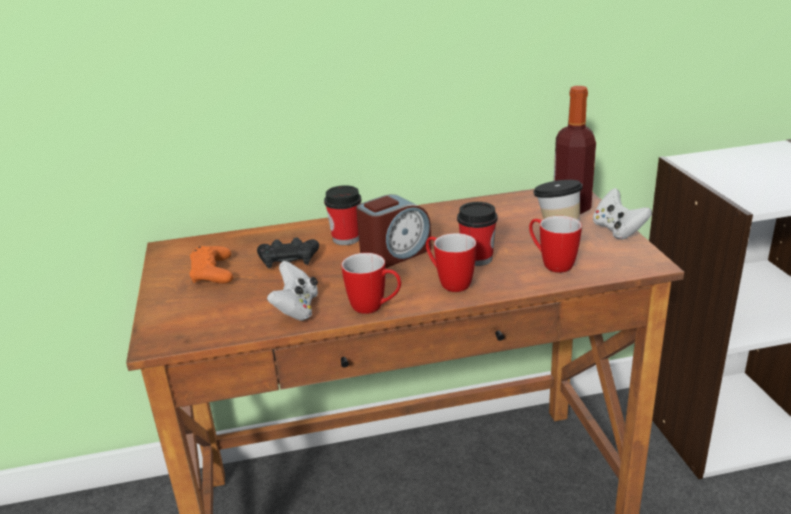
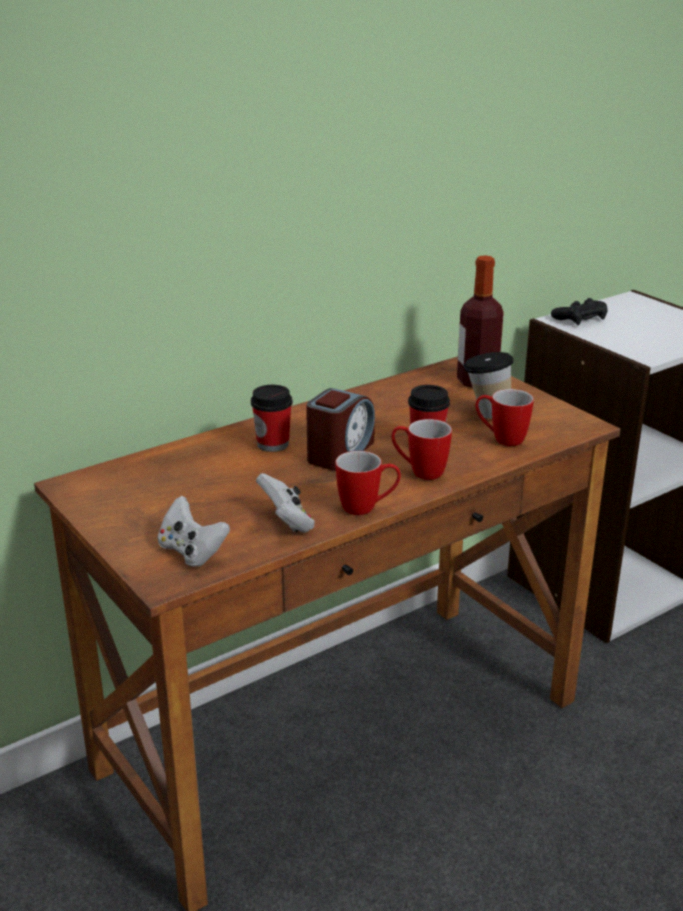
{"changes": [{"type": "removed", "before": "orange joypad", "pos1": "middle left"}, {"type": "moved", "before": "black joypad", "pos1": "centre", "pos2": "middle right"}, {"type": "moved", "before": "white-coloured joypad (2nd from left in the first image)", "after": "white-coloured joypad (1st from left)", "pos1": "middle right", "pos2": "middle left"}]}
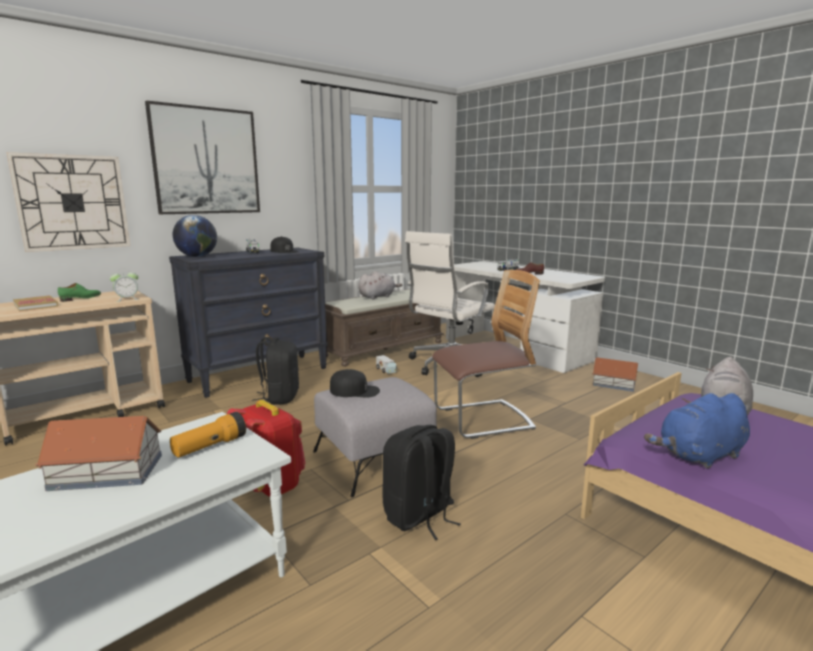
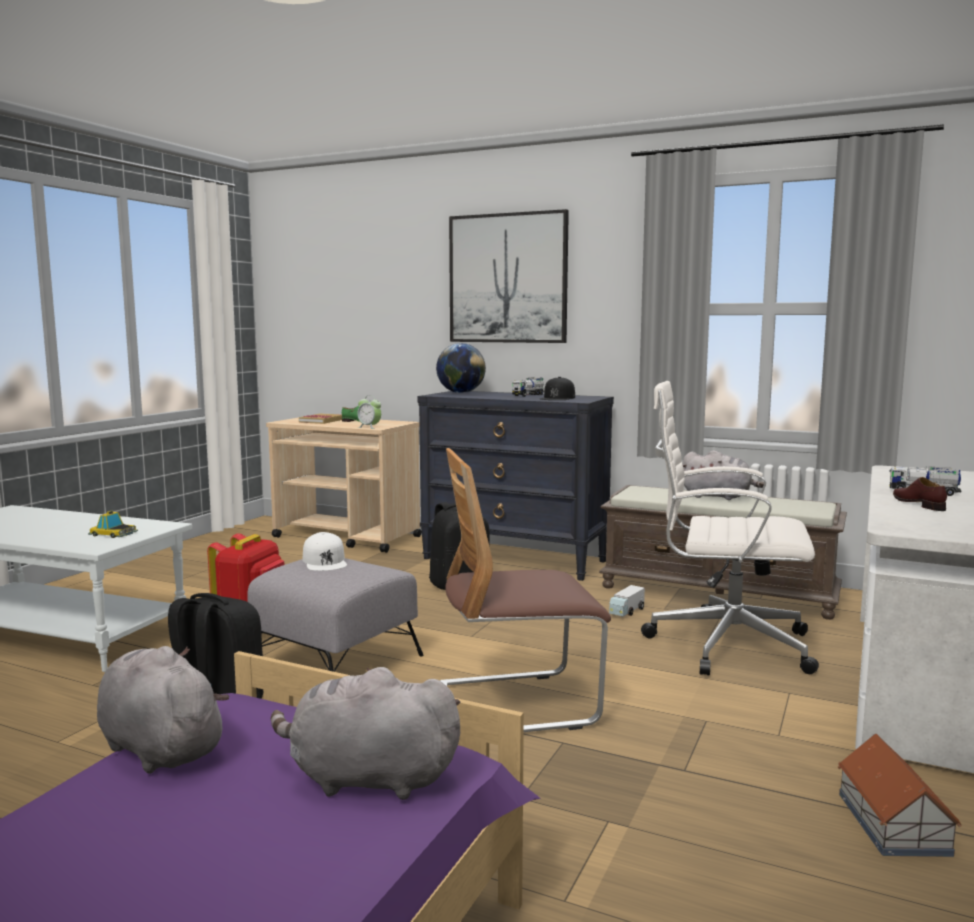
{"changes": [{"type": "removed", "before": "hanging clock", "pos1": "top left"}, {"type": "removed", "before": "toy house (1st from left)", "pos1": "bottom left"}, {"type": "replaced", "before": "flashlight", "after": "toy car", "pos1": "bottom left", "pos2": "middle left"}, {"type": "recoloured", "before": "black peaked cap (2nd from left)", "after": "white-coloured peaked cap", "pos1": "centre", "pos2": "centre"}, {"type": "turned", "before": "plain chair", "pos1": "centre", "pos2": "centre", "turn": 120}, {"type": "recoloured", "before": "blue-coloured soft toy", "after": "gray soft toy (1st from left)", "pos1": "middle right", "pos2": "bottom left"}]}
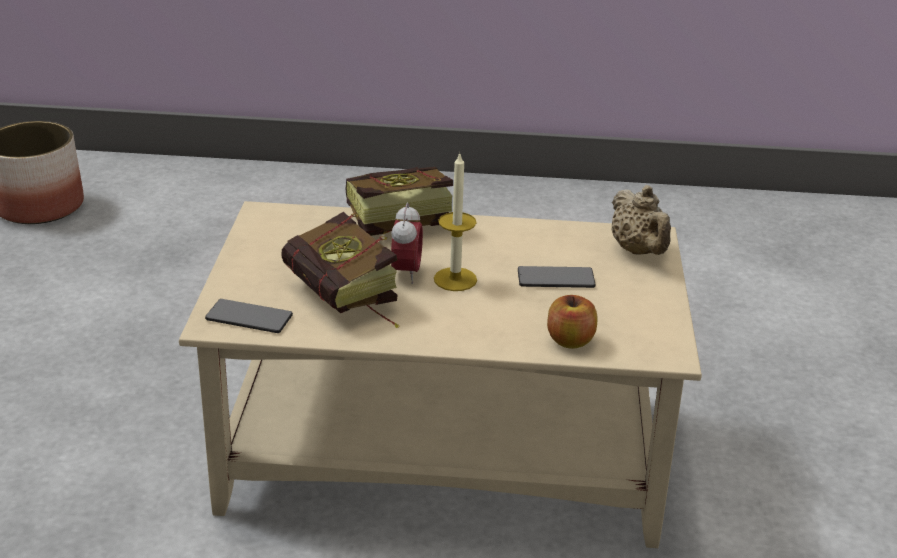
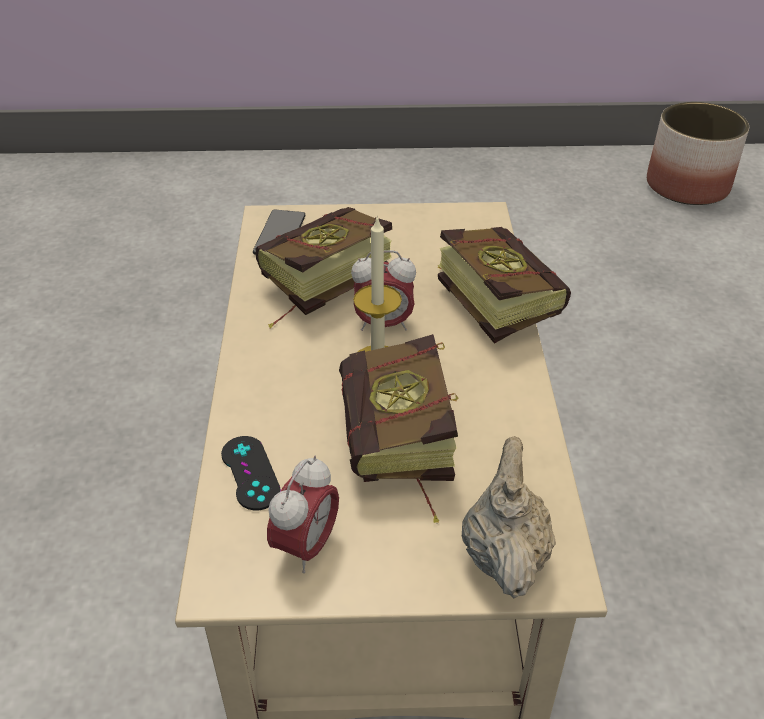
{"changes": [{"type": "replaced", "before": "handset (2nd from left)", "after": "volume (2nd from left)", "pos1": "centre", "pos2": "centre"}, {"type": "replaced", "before": "apple", "after": "black joypad", "pos1": "centre", "pos2": "middle left"}, {"type": "turned", "before": "sand-coloured pot for tea", "pos1": "middle right", "pos2": "bottom centre", "turn": 120}, {"type": "added", "after": "alarm clock (1st from left)", "pos2": "bottom centre"}]}
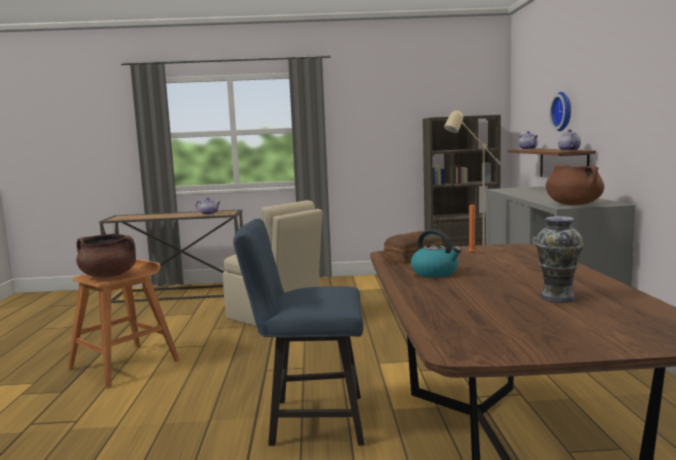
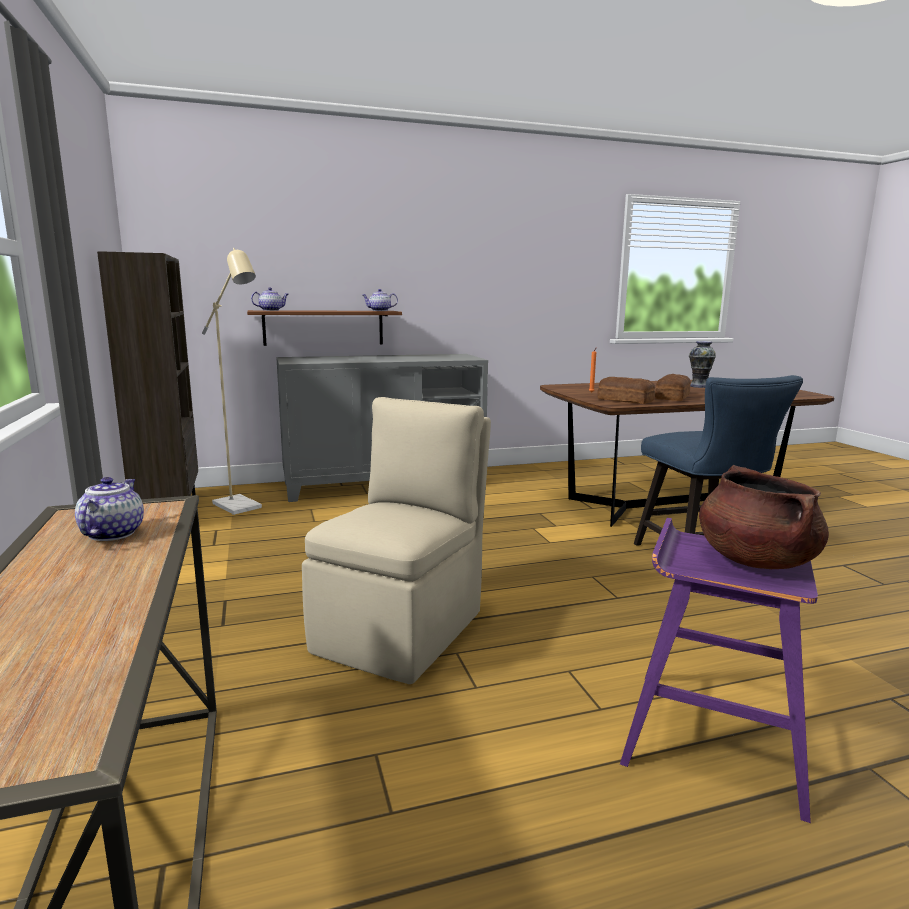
{"changes": [{"type": "recoloured", "before": "brown-coloured stool seat", "after": "purplish stool seat", "pos1": "bottom left", "pos2": "bottom right"}, {"type": "replaced", "before": "water kettle", "after": "baked bread (2nd from left)", "pos1": "centre", "pos2": "middle right"}, {"type": "removed", "before": "brown-coloured saucepot (2nd from left)", "pos1": "middle right"}, {"type": "removed", "before": "hanging clock", "pos1": "top right"}]}
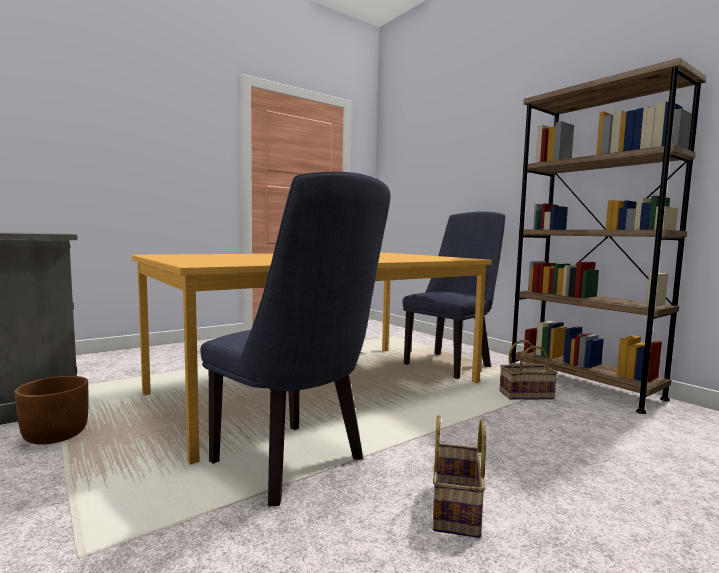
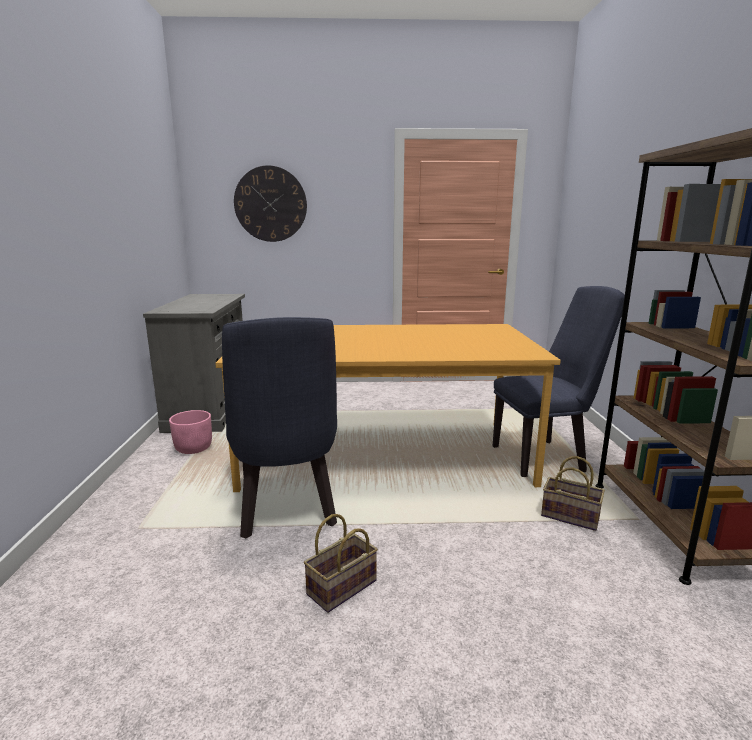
{"changes": [{"type": "recoloured", "before": "brown-coloured flower pot", "after": "pinkish flower pot", "pos1": "bottom left", "pos2": "middle left"}, {"type": "added", "after": "hanging clock", "pos2": "top centre"}]}
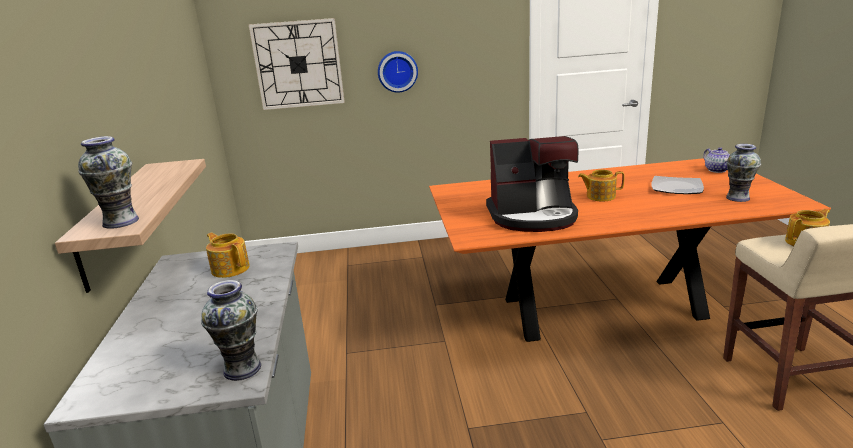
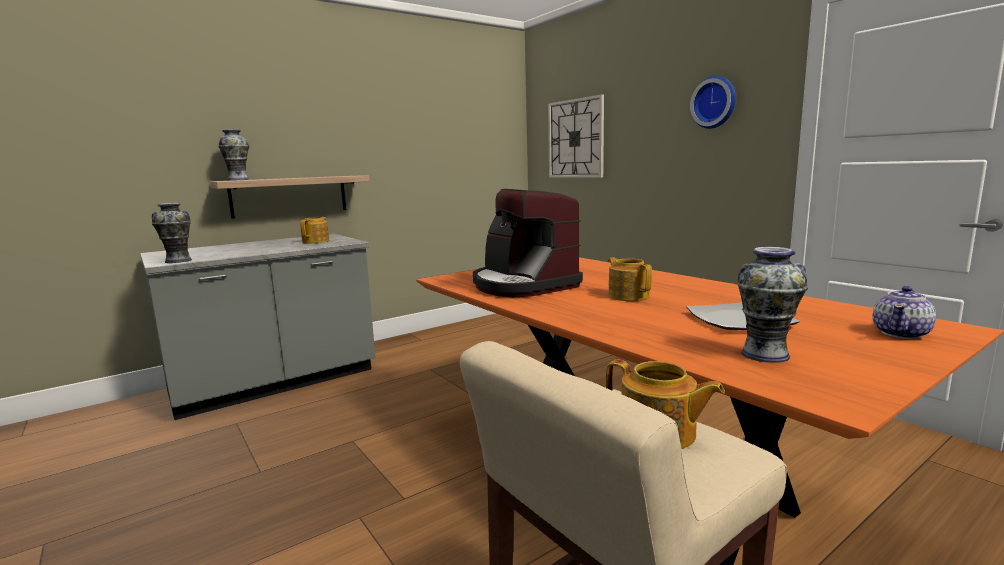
{"changes": [{"type": "moved", "before": "hanging clock (2nd from left)", "pos1": "top centre", "pos2": "top right"}]}
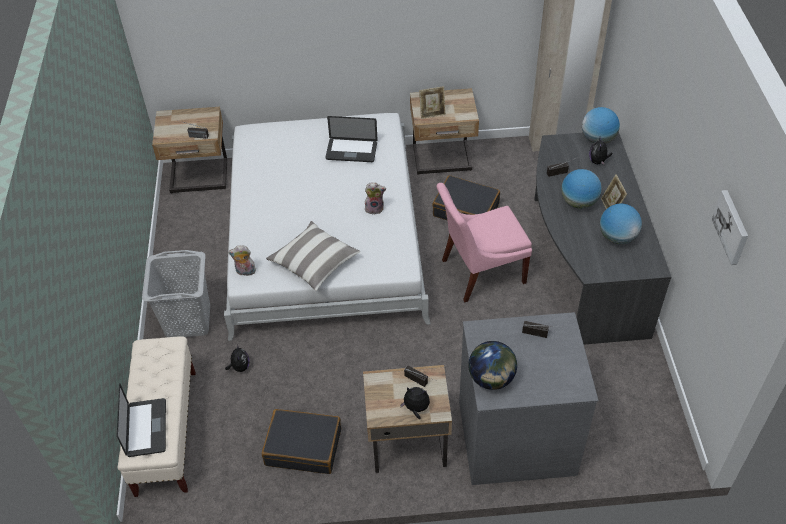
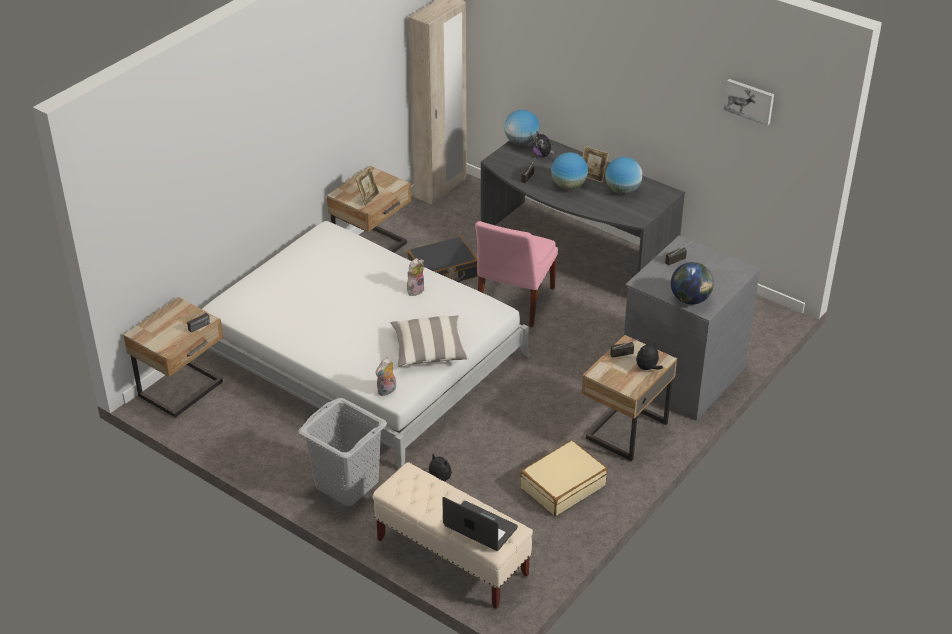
{"changes": [{"type": "recoloured", "before": "black piece of luggage (1st from left)", "after": "sand-coloured piece of luggage", "pos1": "bottom centre", "pos2": "bottom centre"}, {"type": "removed", "before": "laptop (2nd from left)", "pos1": "top centre"}]}
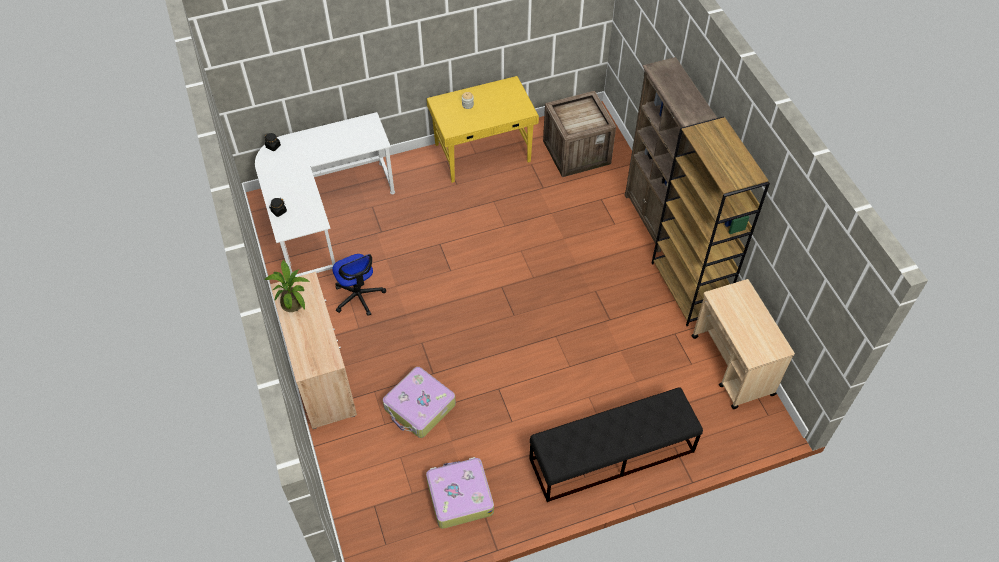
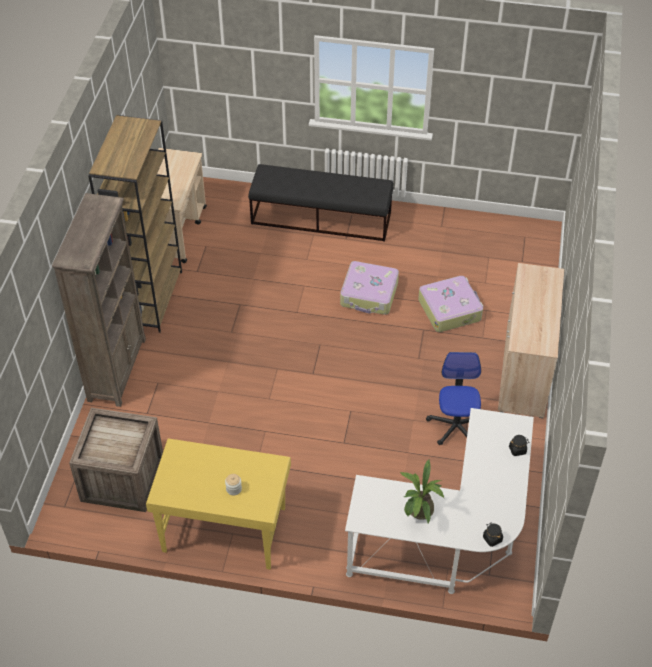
{"changes": [{"type": "moved", "before": "potted plant", "pos1": "middle left", "pos2": "bottom centre"}, {"type": "moved", "before": "piece of luggage (2nd from left in the first image)", "after": "piece of luggage (1st from left)", "pos1": "bottom centre", "pos2": "centre"}]}
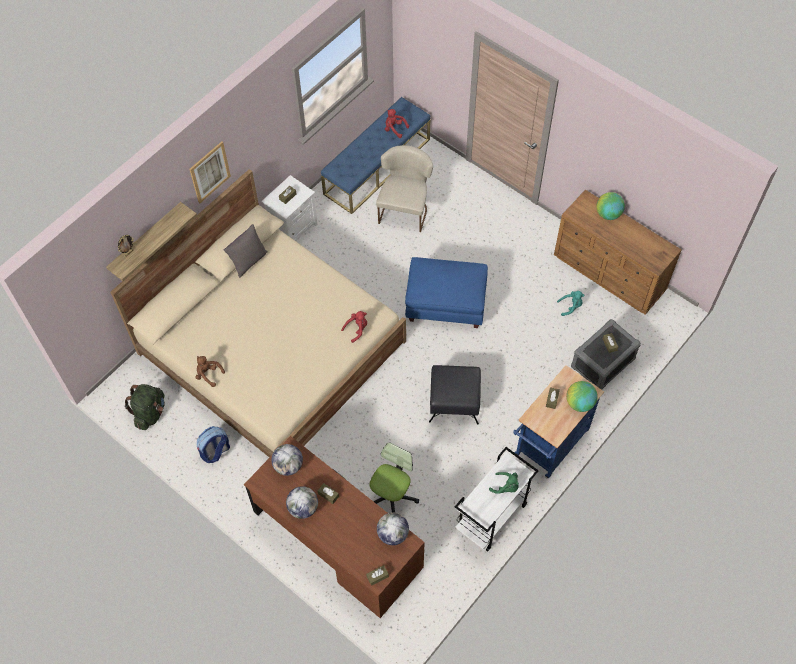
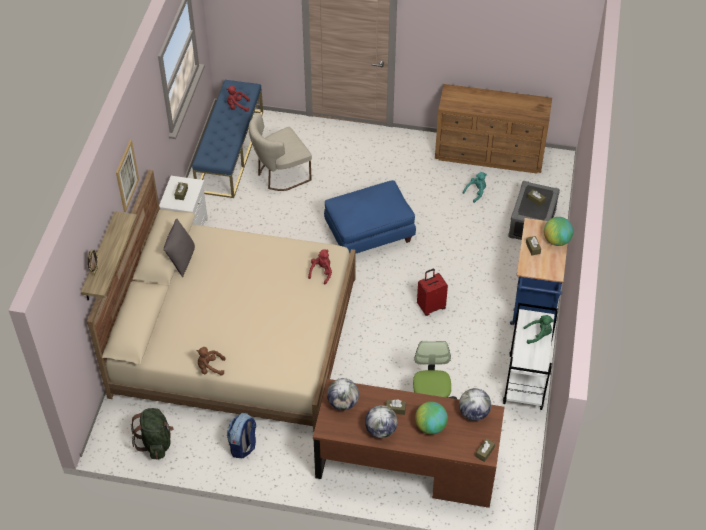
{"changes": [{"type": "turned", "before": "sand-coloured plain chair", "pos1": "top centre", "pos2": "top centre", "turn": -105}, {"type": "replaced", "before": "black ottoman", "after": "red piece of luggage", "pos1": "centre", "pos2": "centre"}, {"type": "moved", "before": "desk globe (5th from left in the first image)", "after": "desk globe (3rd from left)", "pos1": "top right", "pos2": "bottom centre"}]}
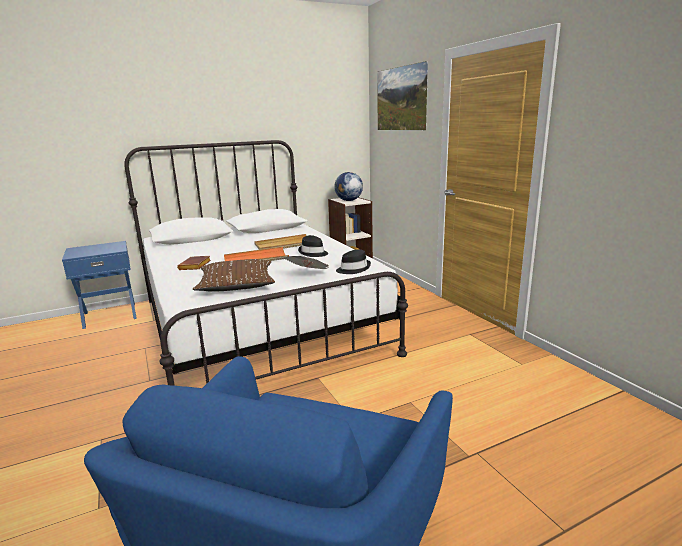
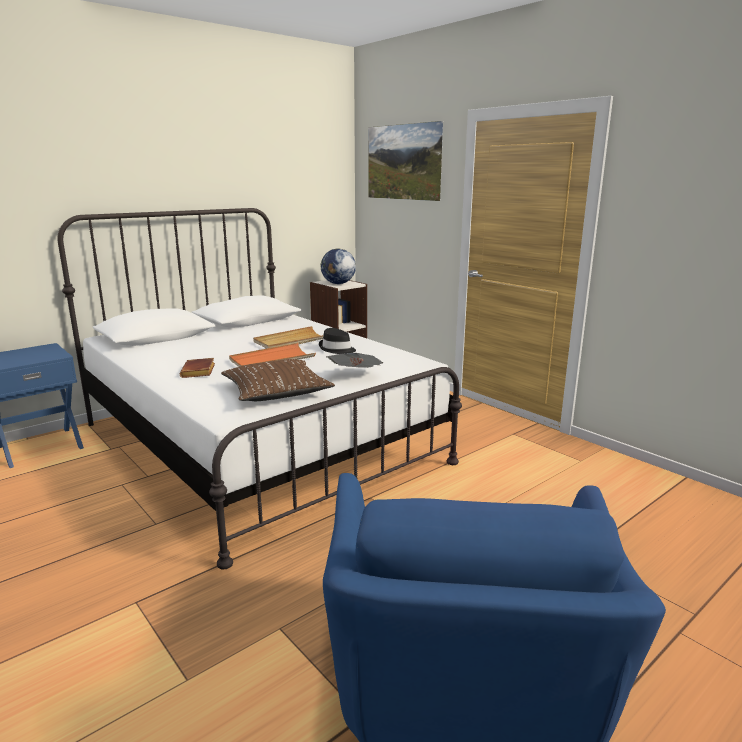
{"changes": [{"type": "removed", "before": "black clothing hat (2nd from left)", "pos1": "centre"}]}
